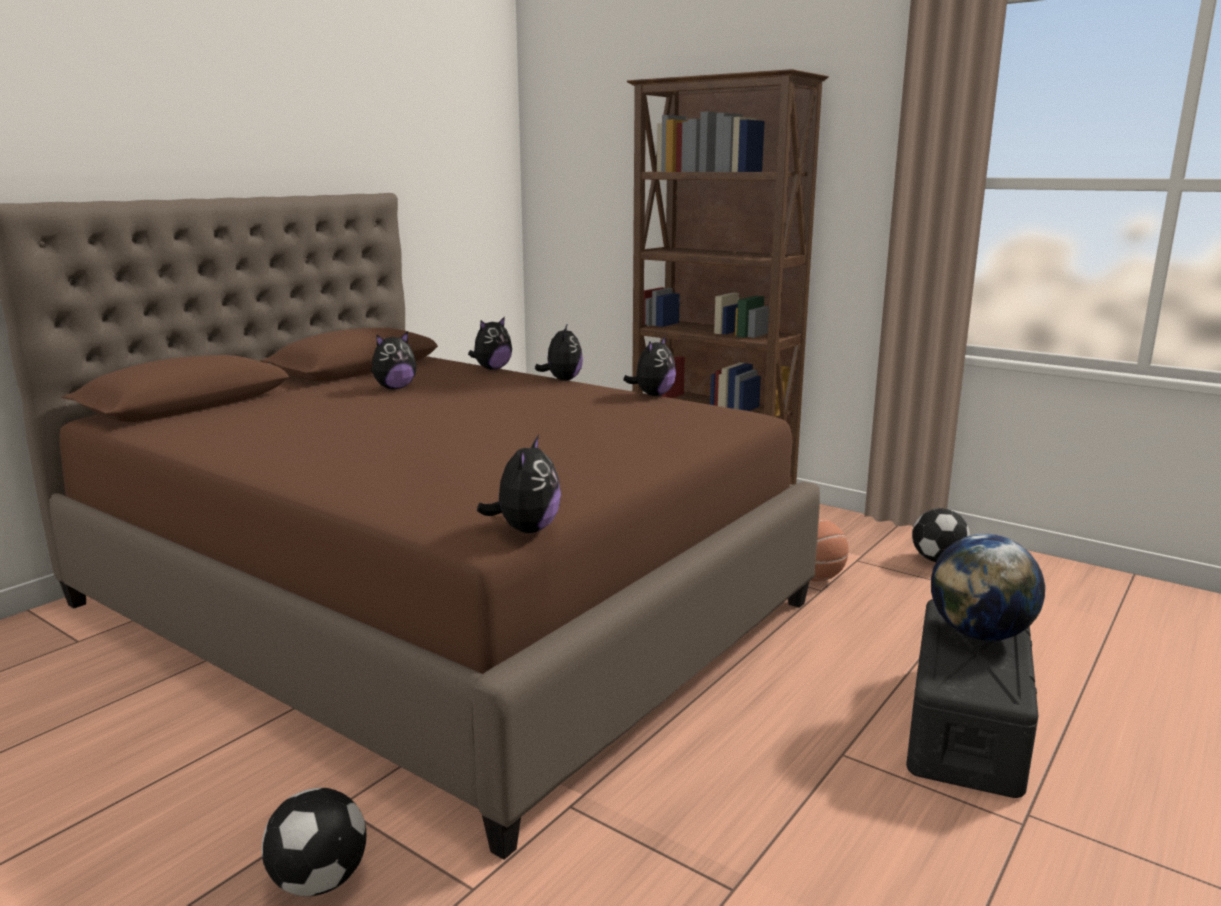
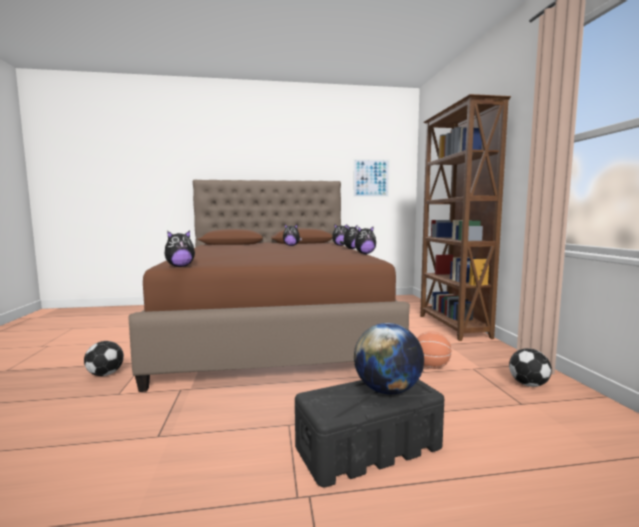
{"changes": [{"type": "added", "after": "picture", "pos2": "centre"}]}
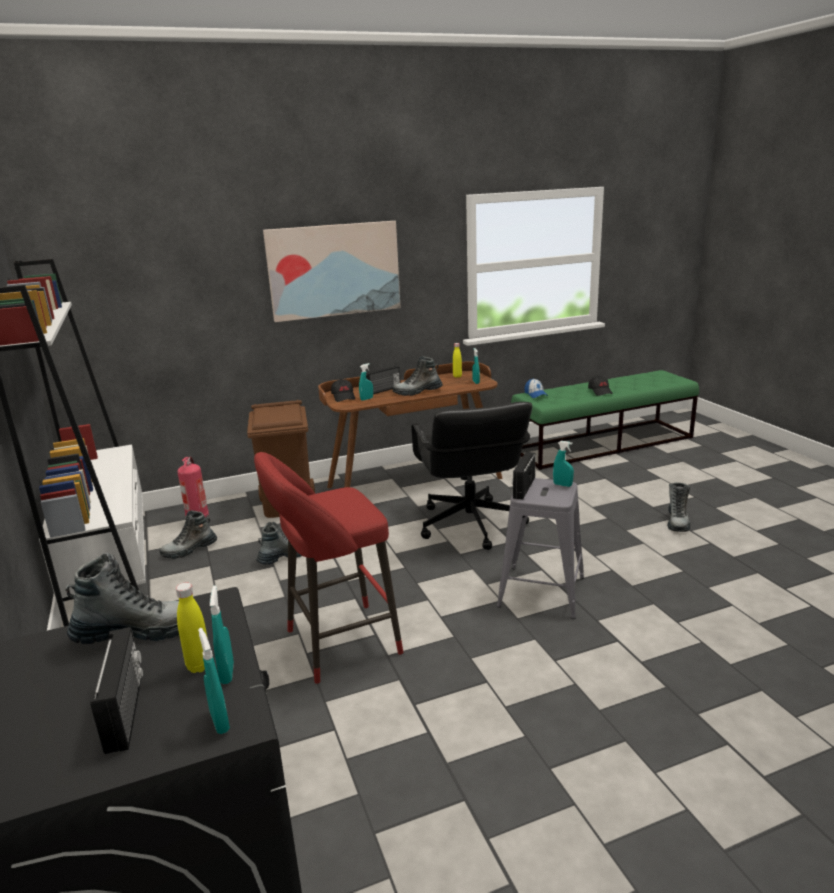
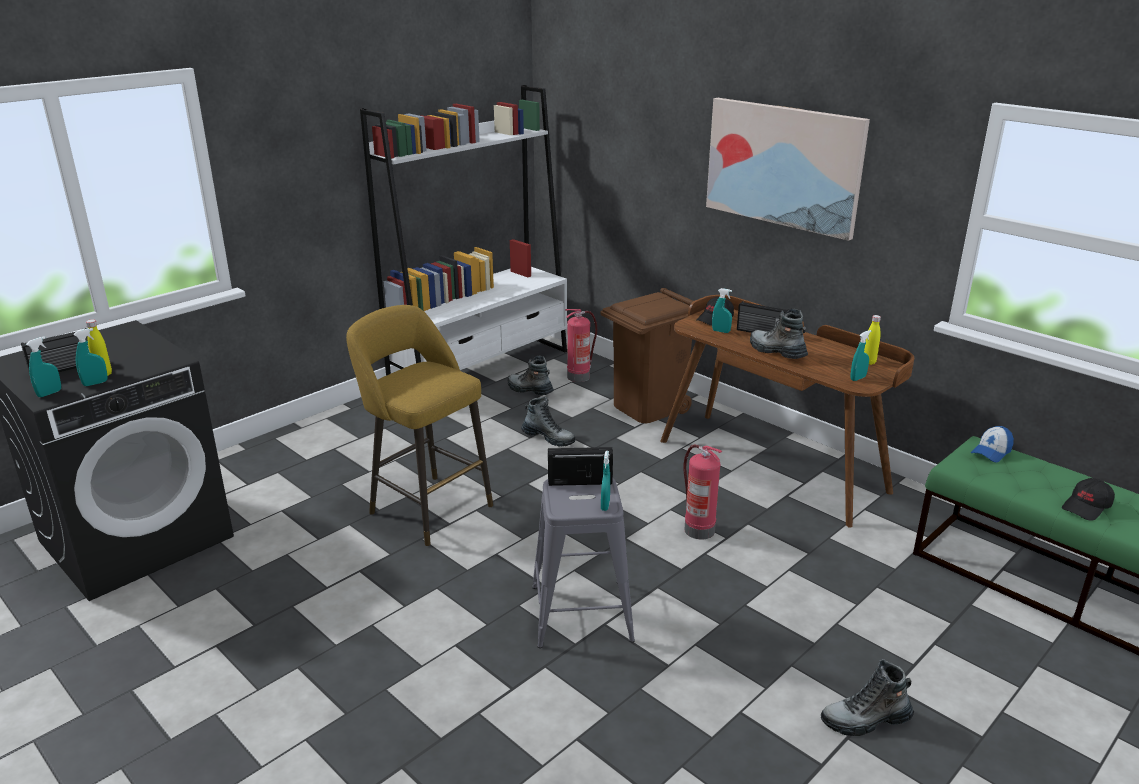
{"changes": [{"type": "removed", "before": "boot (1st from left)", "pos1": "bottom left"}, {"type": "recoloured", "before": "red stool seat", "after": "yellowish stool seat", "pos1": "centre", "pos2": "centre"}, {"type": "replaced", "before": "black computer chair", "after": "fire extinguisher (2nd from left)", "pos1": "centre", "pos2": "centre"}]}
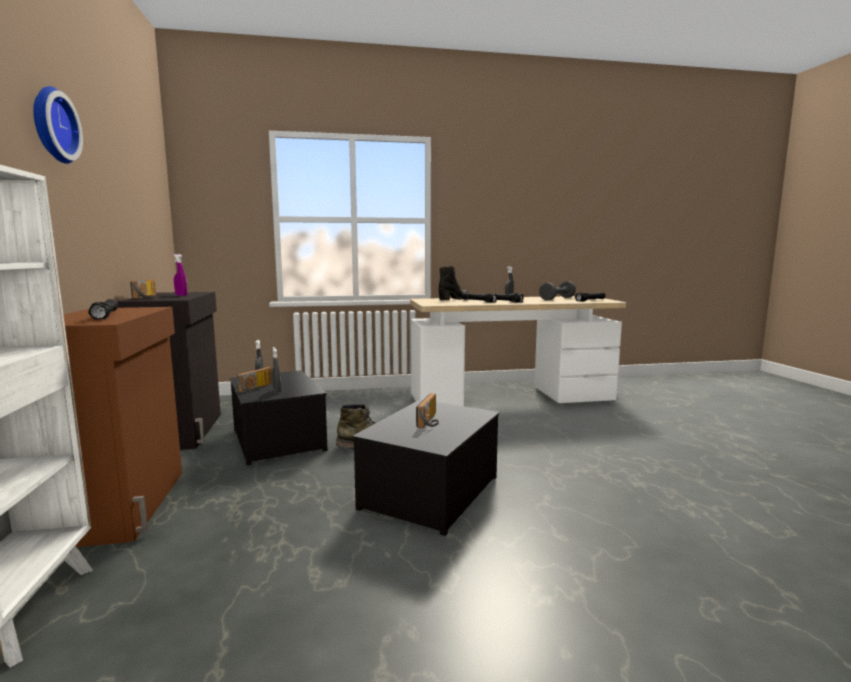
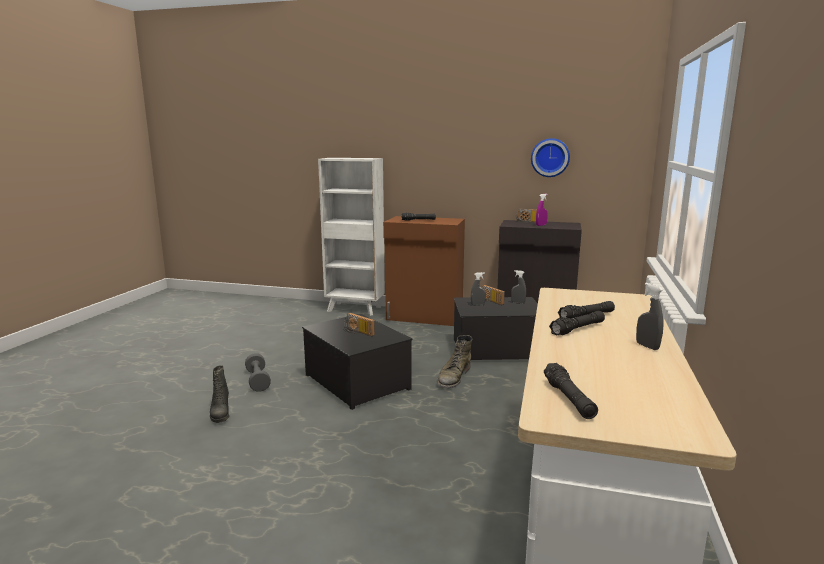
{"changes": [{"type": "moved", "before": "hanging clock", "pos1": "top left", "pos2": "top right"}, {"type": "moved", "before": "black boot", "pos1": "centre", "pos2": "bottom left"}, {"type": "moved", "before": "gray free weight", "pos1": "centre", "pos2": "middle left"}]}
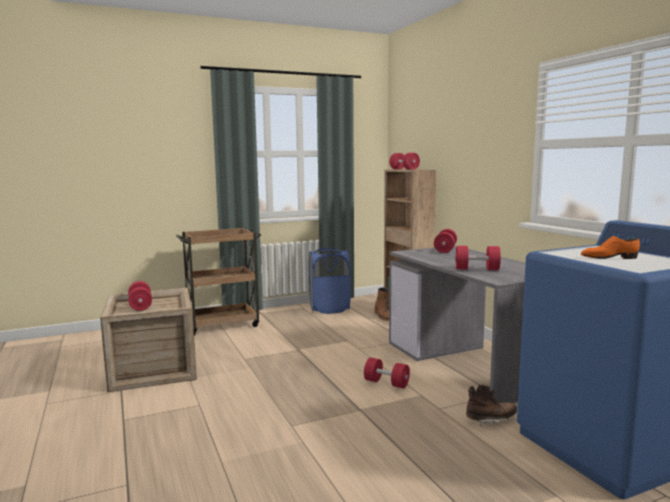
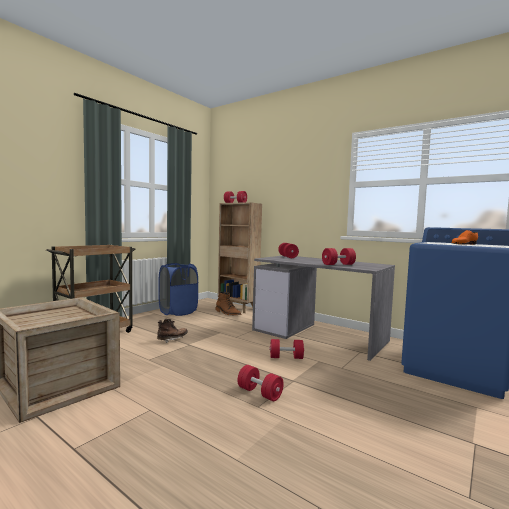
{"changes": [{"type": "moved", "before": "red free weight (1st from left in the first image)", "after": "red free weight (2nd from left)", "pos1": "middle left", "pos2": "bottom centre"}, {"type": "moved", "before": "brown-coloured boot (2nd from left in the first image)", "after": "brown-coloured boot (1st from left)", "pos1": "bottom right", "pos2": "centre"}]}
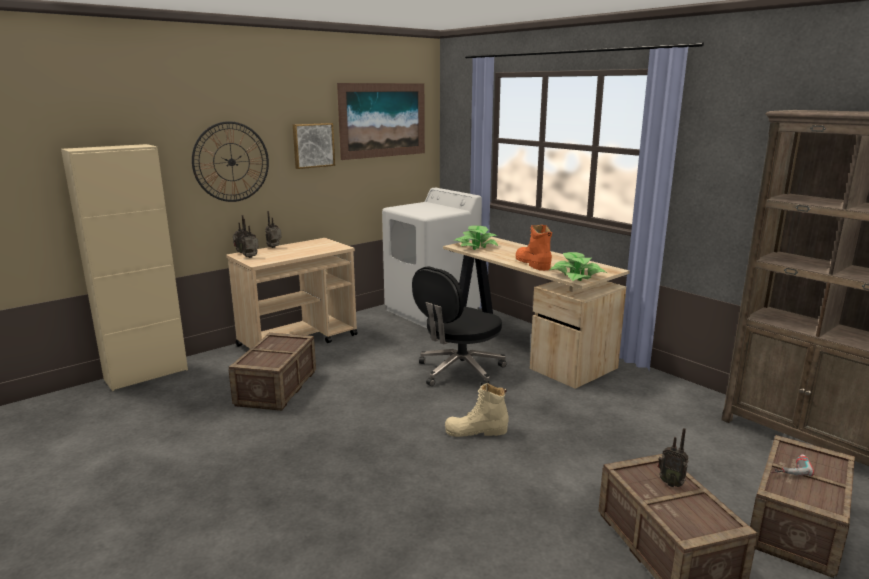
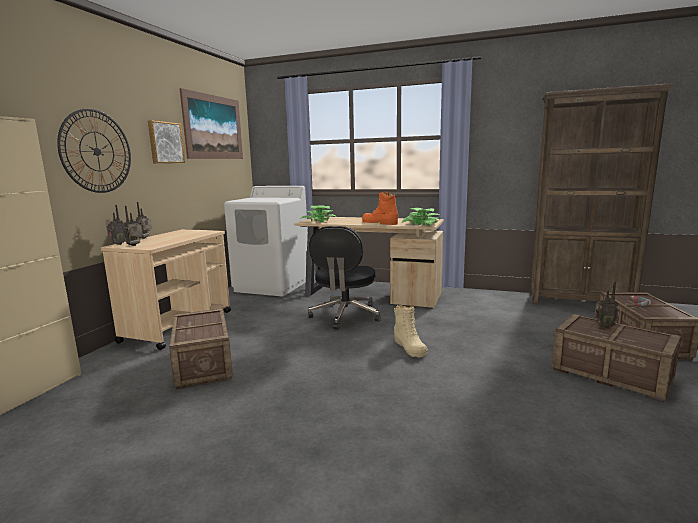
{"changes": [{"type": "turned", "before": "sand-coloured boot", "pos1": "bottom centre", "pos2": "centre", "turn": -75}]}
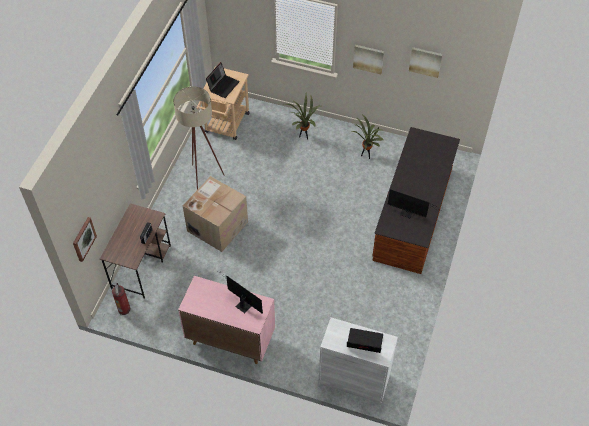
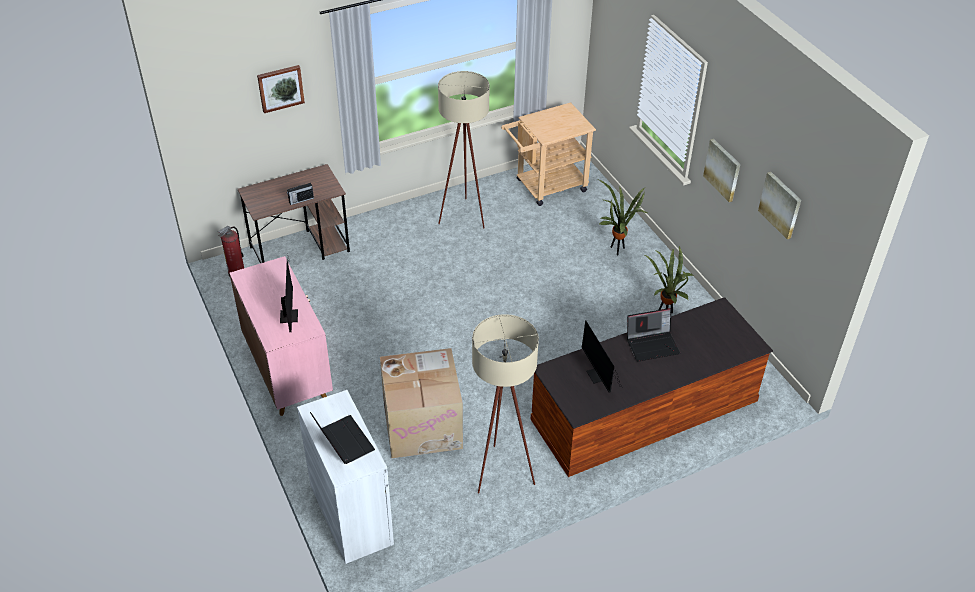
{"changes": [{"type": "moved", "before": "picture (1st from left)", "pos1": "middle left", "pos2": "top left"}, {"type": "moved", "before": "packing box", "pos1": "centre", "pos2": "bottom centre"}, {"type": "moved", "before": "laptop (1st from left in the first image)", "after": "laptop (2nd from left)", "pos1": "top centre", "pos2": "middle right"}, {"type": "added", "after": "sand-coloured standard lamp (2nd from left)", "pos2": "bottom centre"}]}
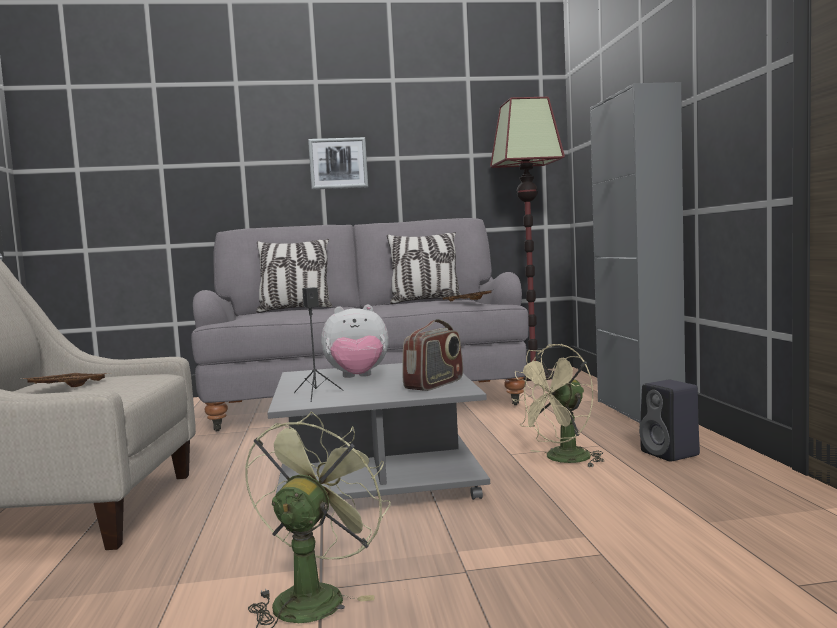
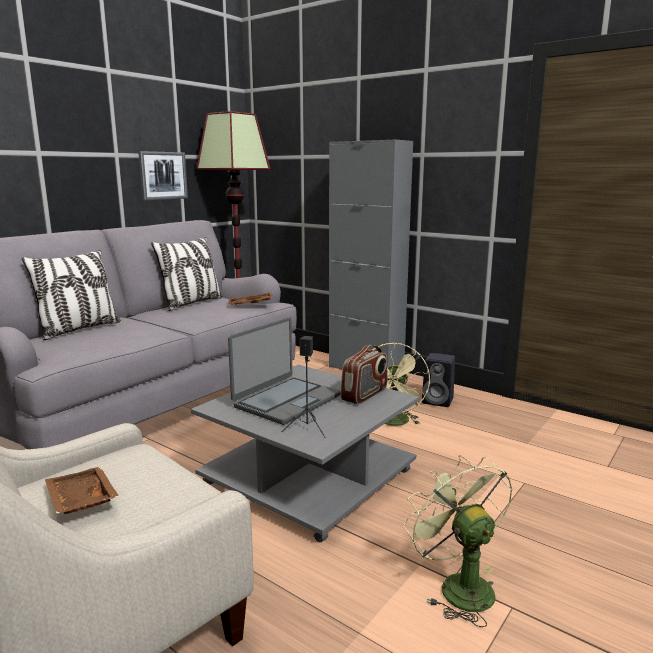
{"changes": [{"type": "moved", "before": "picture", "pos1": "top centre", "pos2": "top left"}, {"type": "replaced", "before": "soft toy", "after": "laptop", "pos1": "centre", "pos2": "centre"}, {"type": "turned", "before": "radio set", "pos1": "centre", "pos2": "centre", "turn": 45}]}
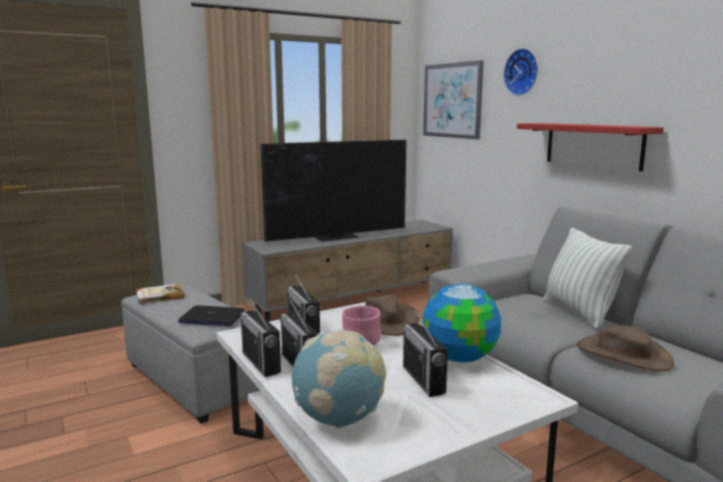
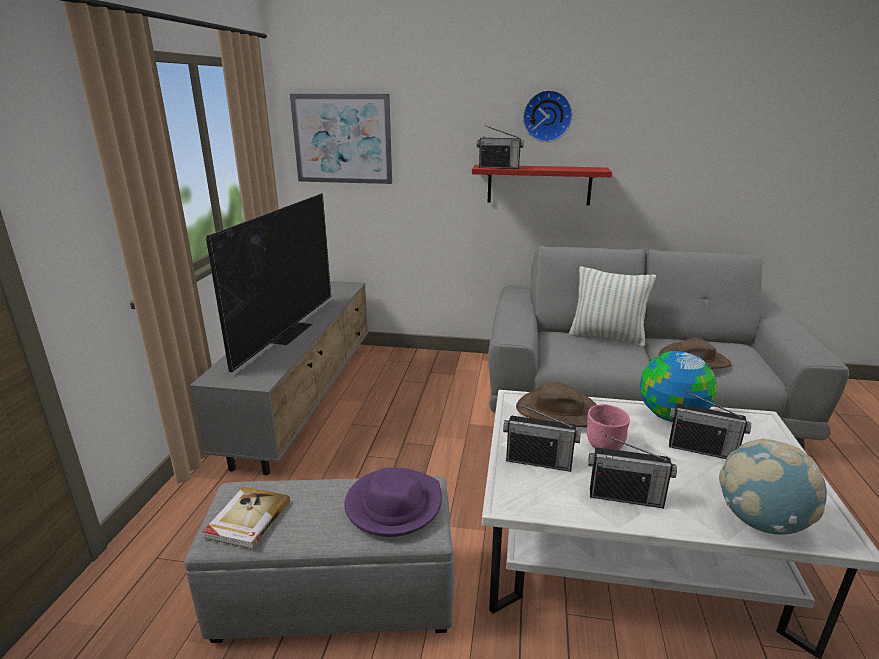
{"changes": [{"type": "replaced", "before": "laptop", "after": "purplish clothing hat", "pos1": "middle left", "pos2": "bottom centre"}, {"type": "moved", "before": "radio set (1st from left)", "pos1": "bottom centre", "pos2": "top centre"}, {"type": "moved", "before": "hanging clock", "pos1": "top right", "pos2": "top centre"}]}
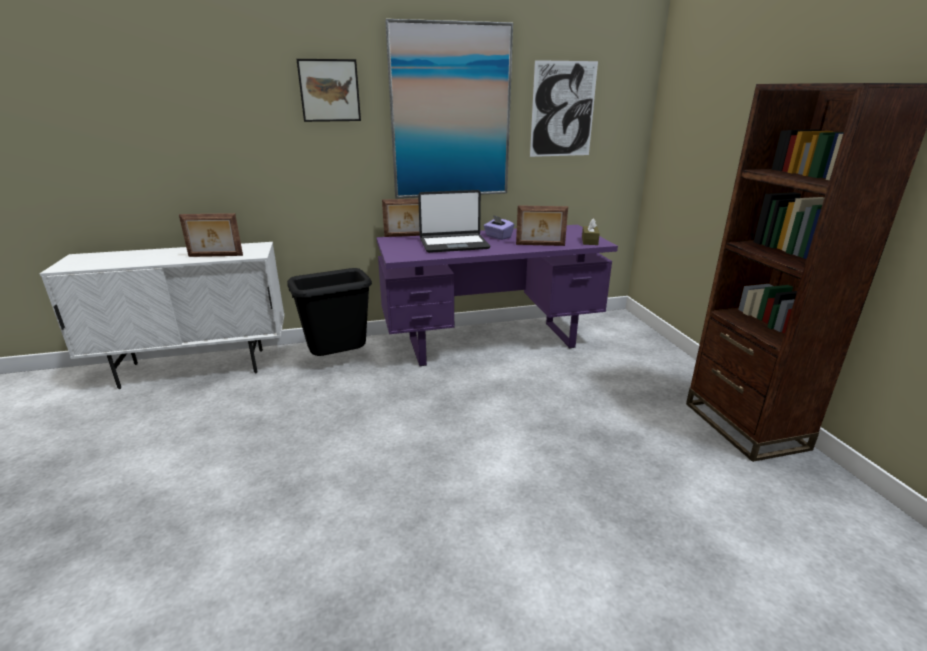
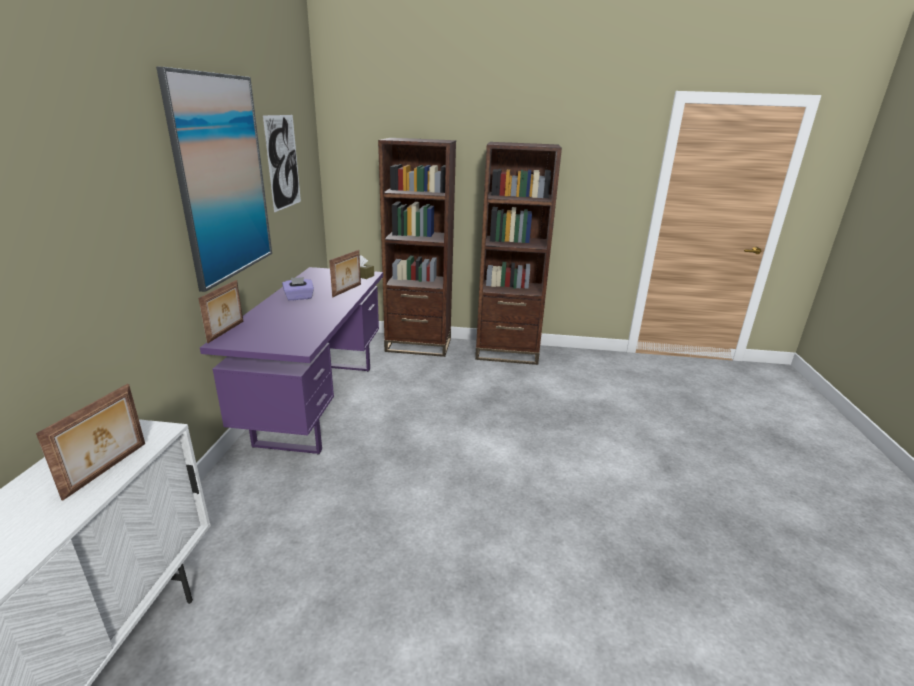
{"changes": [{"type": "removed", "before": "black waste bin", "pos1": "centre"}, {"type": "removed", "before": "picture (1st from left)", "pos1": "top centre"}, {"type": "removed", "before": "laptop", "pos1": "centre"}, {"type": "added", "after": "brown-coloured bookcase (1st from left)", "pos2": "centre"}]}
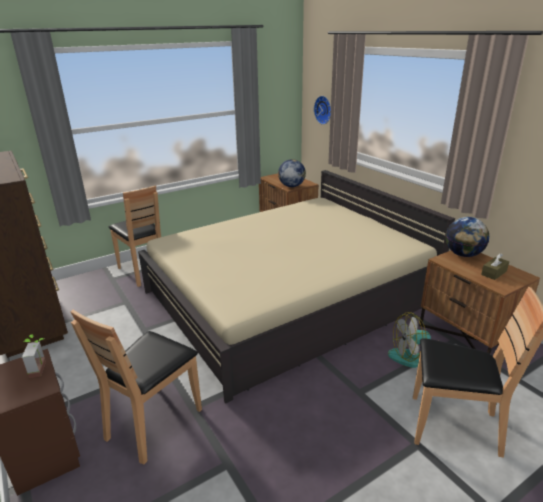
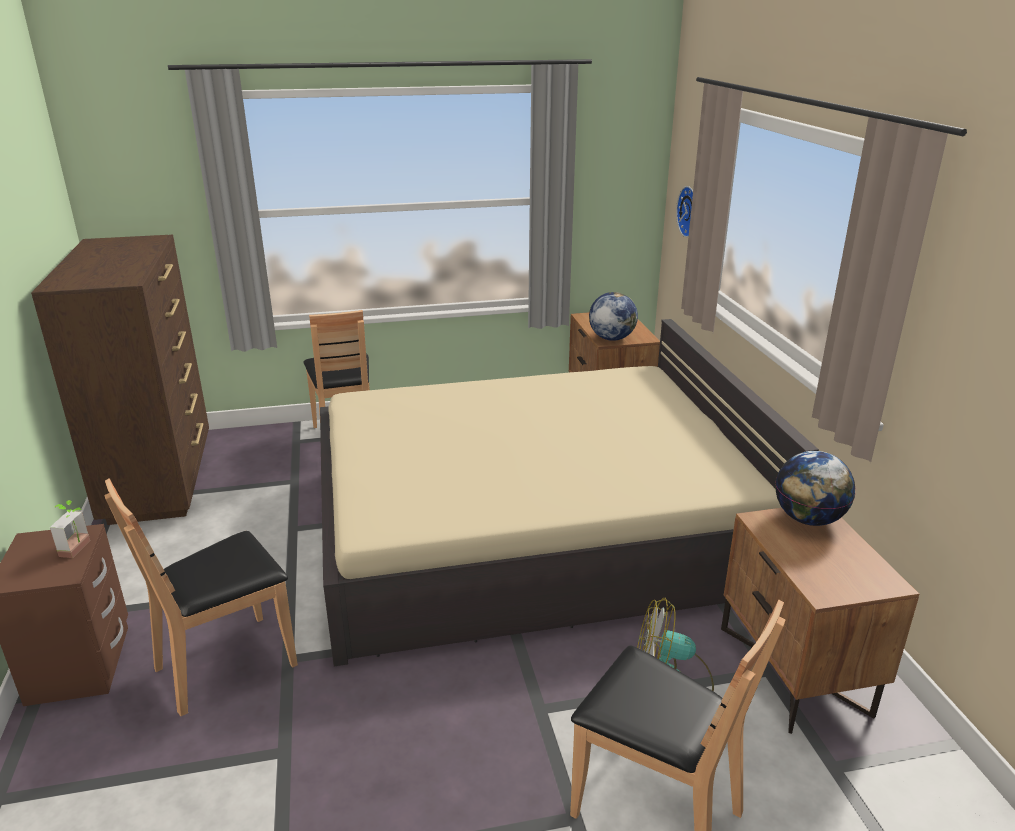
{"changes": [{"type": "removed", "before": "brown-coloured tissue box", "pos1": "middle right"}]}
